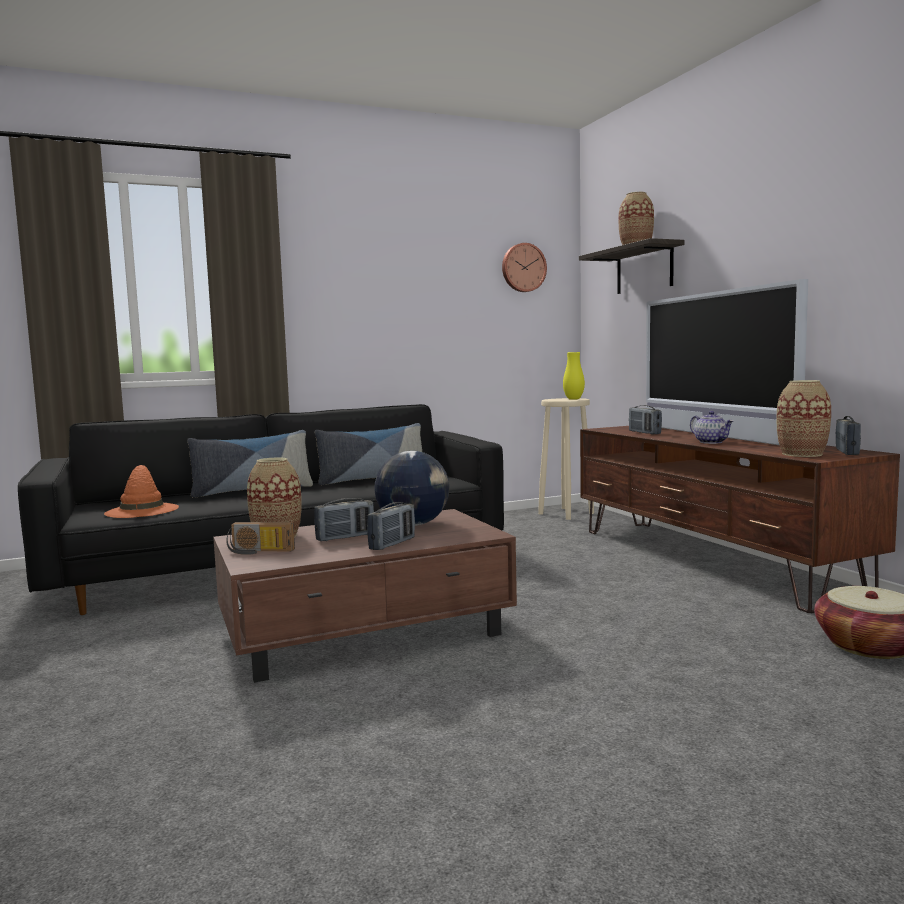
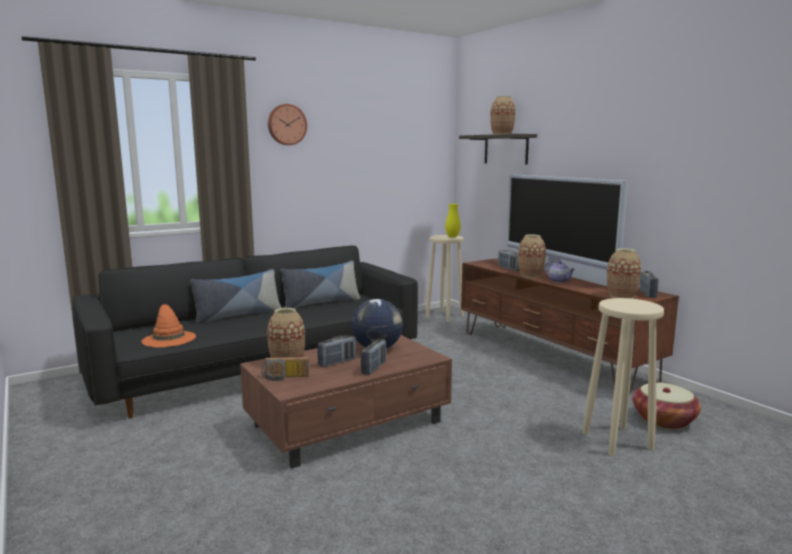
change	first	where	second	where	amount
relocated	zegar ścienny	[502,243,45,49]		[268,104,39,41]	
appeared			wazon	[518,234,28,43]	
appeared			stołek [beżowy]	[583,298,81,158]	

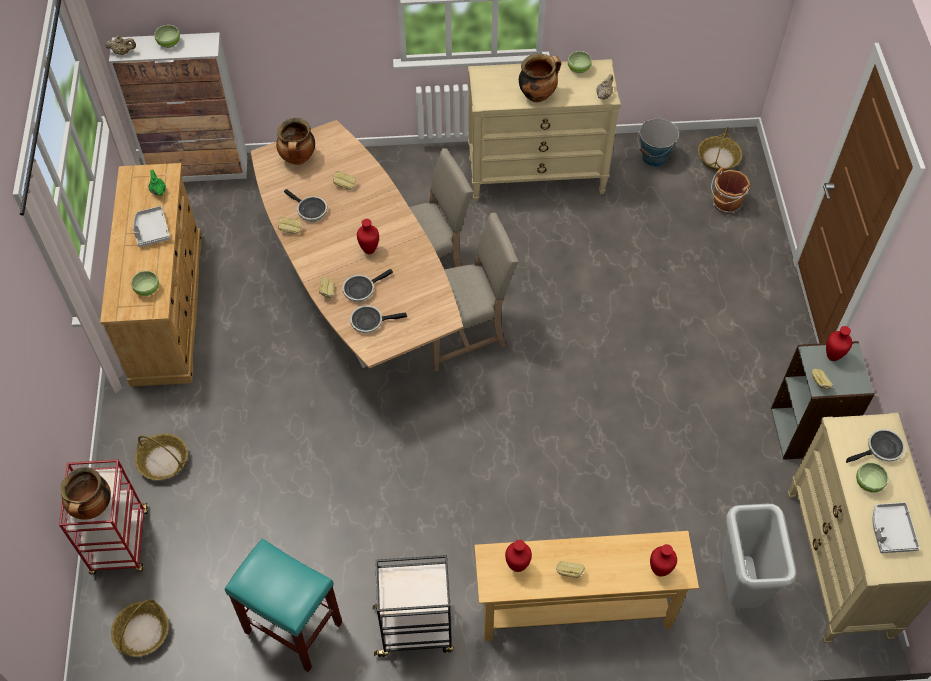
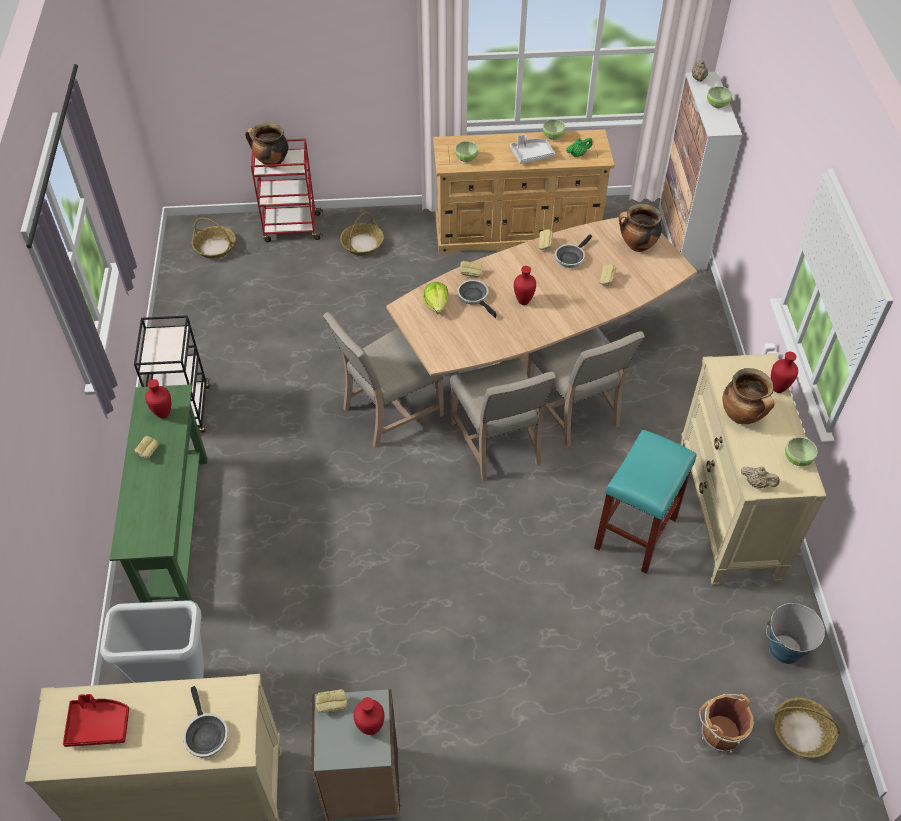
change	first	where	second	where	amount
colour	taca [szary]	[873,502,47,51]	taca [czerwony]	[63,694,66,53]	
colour	stolik konsolowy [beżowy]	[475,531,224,110]	stolik konsolowy [zielony]	[110,384,98,219]	
appeared			krzesło [beżowy]	[323,312,121,135]	
exchanged	patelnia	[350,305,57,28]	sałata	[423,282,26,32]	
relocated	miska [zielony]	[856,462,32,31]		[543,119,23,21]	
relocated	stołek [turkusowy]	[225,539,117,133]		[594,429,103,145]	
relocated	wazon [czerwony]	[650,544,27,32]		[771,352,27,41]	

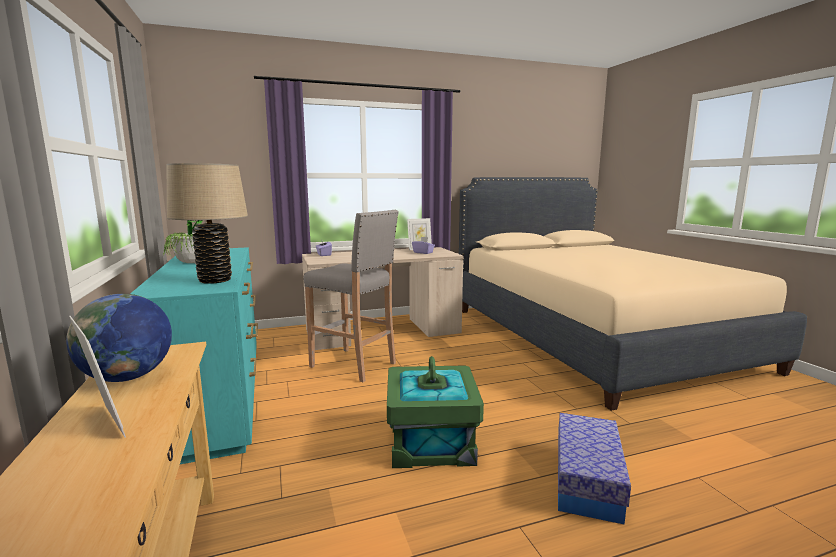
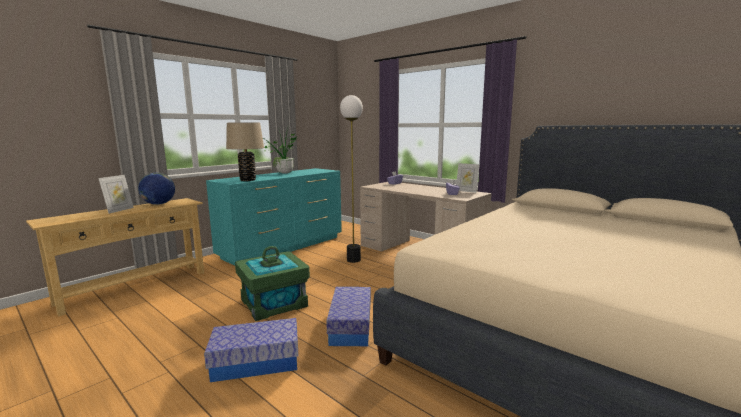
change	first	where	second	where	amount
appeared			pojemnik do przechowywania	[326,287,45,59]	
exchanged	stołek [szary]	[303,210,96,172]	lampa stojąca	[340,95,23,168]	

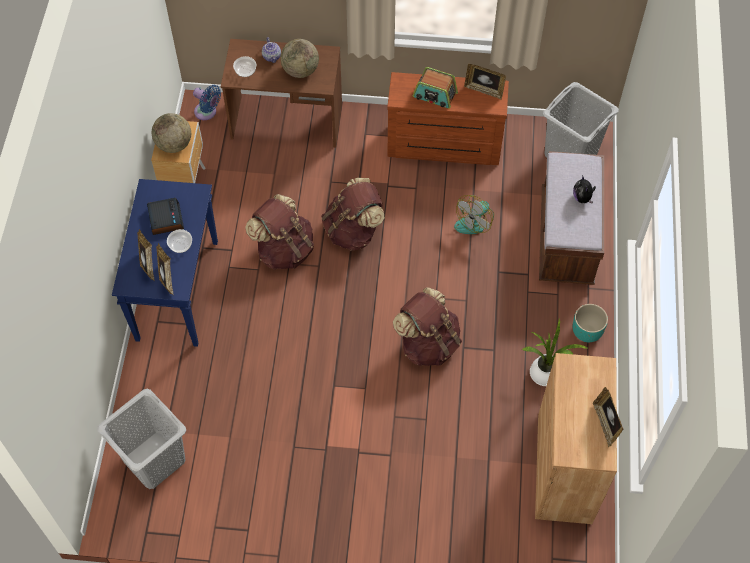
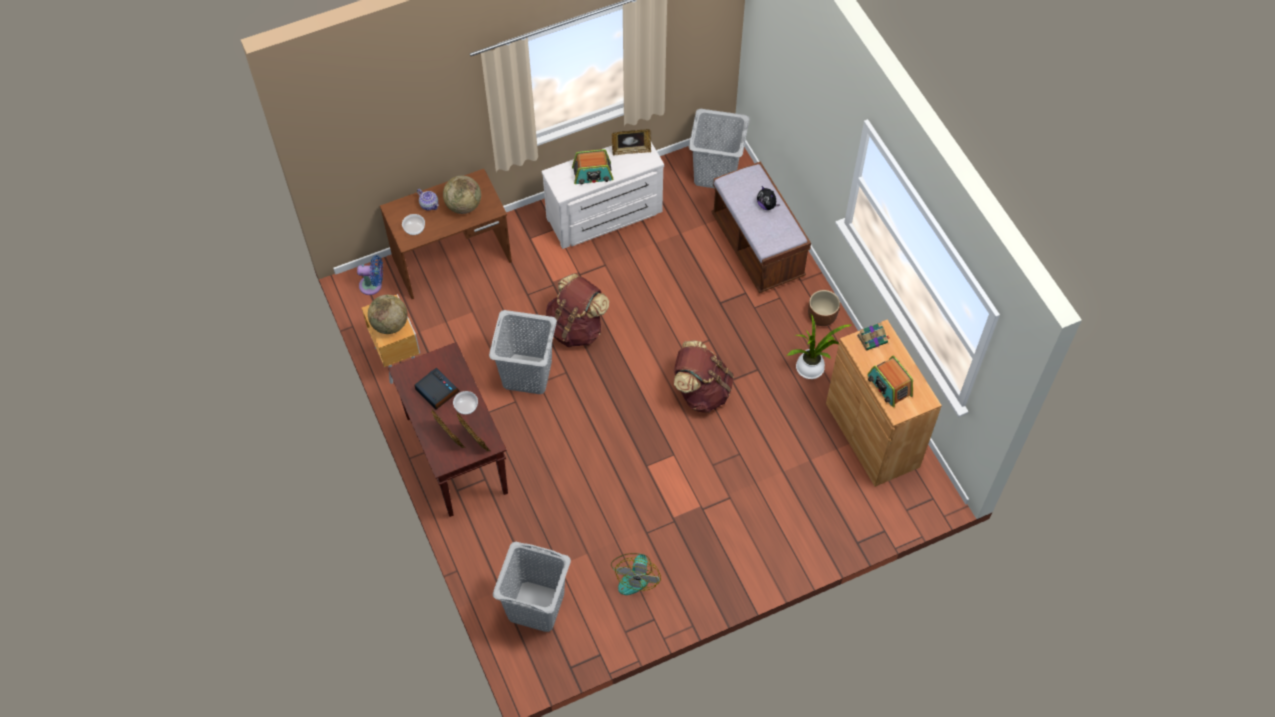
change	first	where	second	where	amount
colour	stolik konsolowy [niebieski]	[112,179,106,168]	stolik konsolowy [brązowy]	[388,342,120,175]	
exchanged	plecak [brązowy]	[245,194,69,76]	kosz na pranie [szary]	[489,310,68,84]	
colour	komoda [brązowy]	[387,72,122,93]	komoda [biały]	[542,142,122,107]	
relocated	wentylator	[454,195,40,39]		[611,553,50,42]	
colour	donica [turkusowy]	[573,304,35,38]	donica [brązowy]	[808,290,32,36]	
appeared			książka	[857,322,32,29]	
appeared			radio	[867,355,46,52]	
missing	ramka na zdjęcie	[593,387,31,60]			

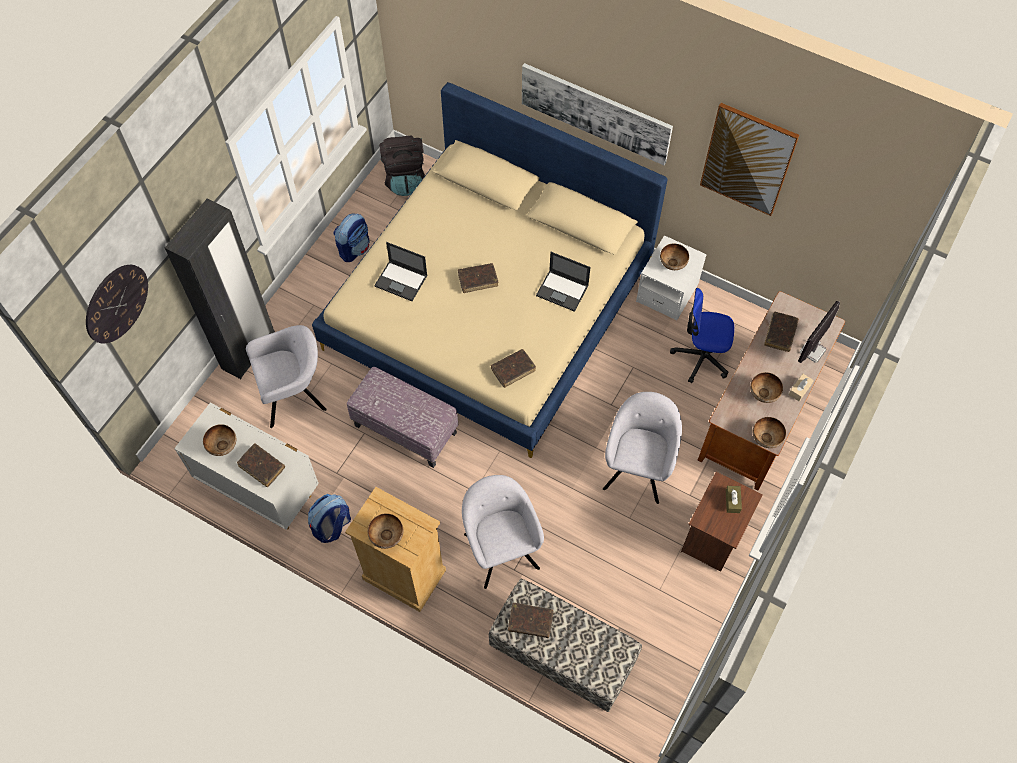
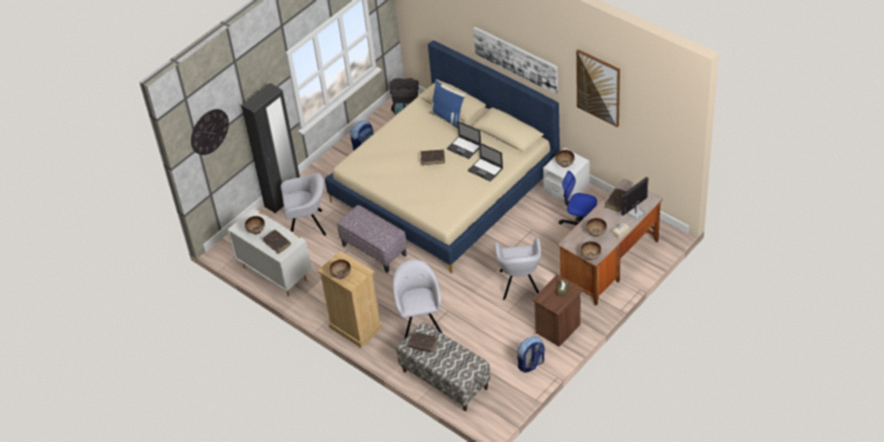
change	first	where	second	where	amount
appeared			poduszka [niebieski]	[429,79,36,50]	
relocated	laptop	[374,242,54,59]		[447,121,34,38]	
spun	fotel [szary]	[603,392,79,112]		[495,238,46,62]	150 degrees clockwise
relocated	plecak	[308,494,43,49]		[517,336,28,37]	
missing	książka [brązowy]	[491,349,45,39]			

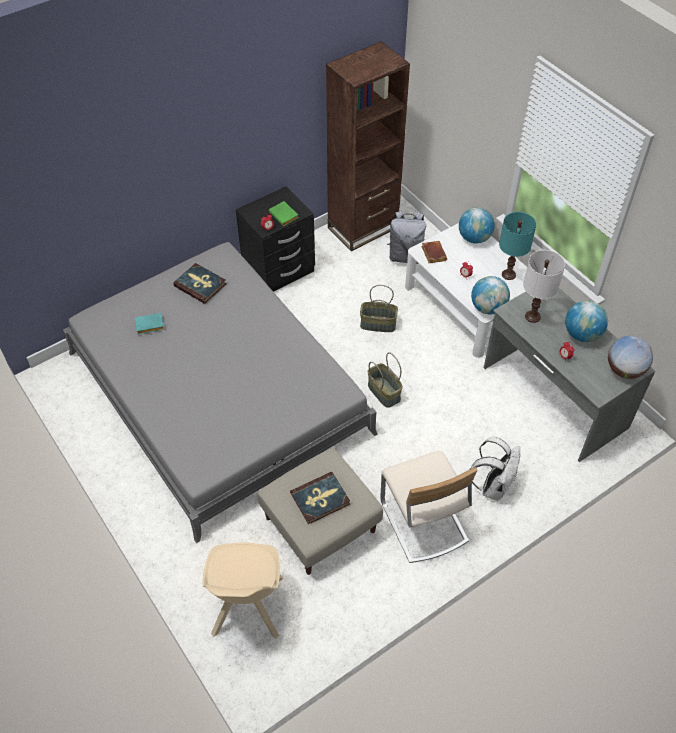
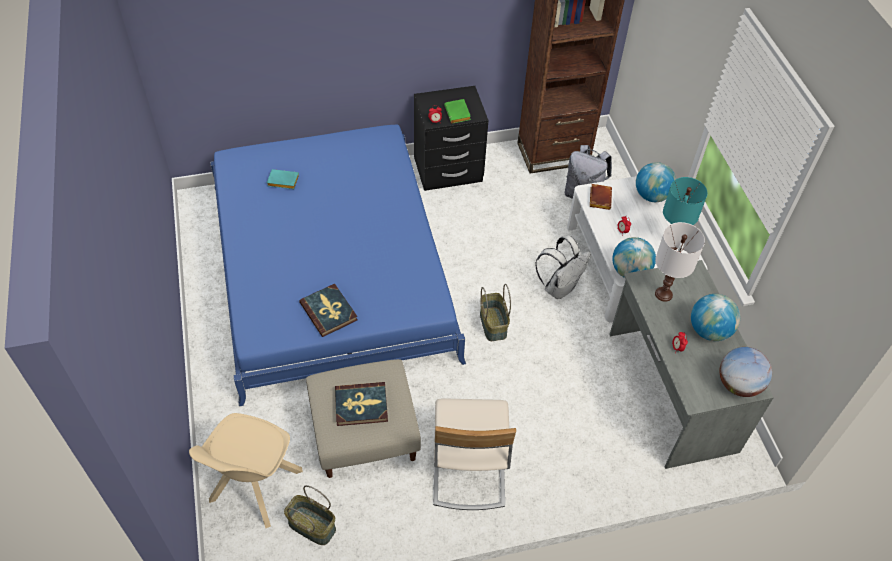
change	first	where	second	where	amount
colour	łóżko [szary]	[63,242,315,301]	łóżko [niebieski]	[210,125,256,282]	
relocated	koszyk	[360,285,38,47]		[284,485,52,60]	
relocated	książka	[173,263,53,41]		[299,284,58,53]	
relocated	plecak [biały]	[469,437,51,63]		[536,235,55,64]	

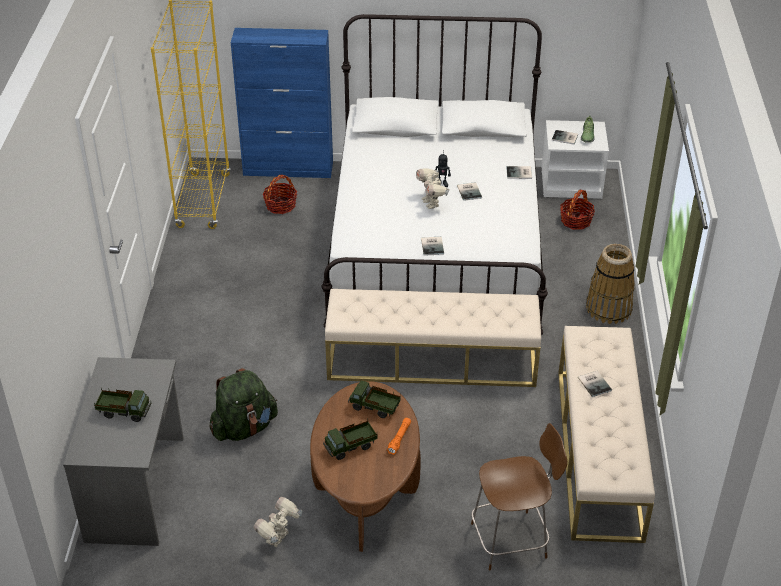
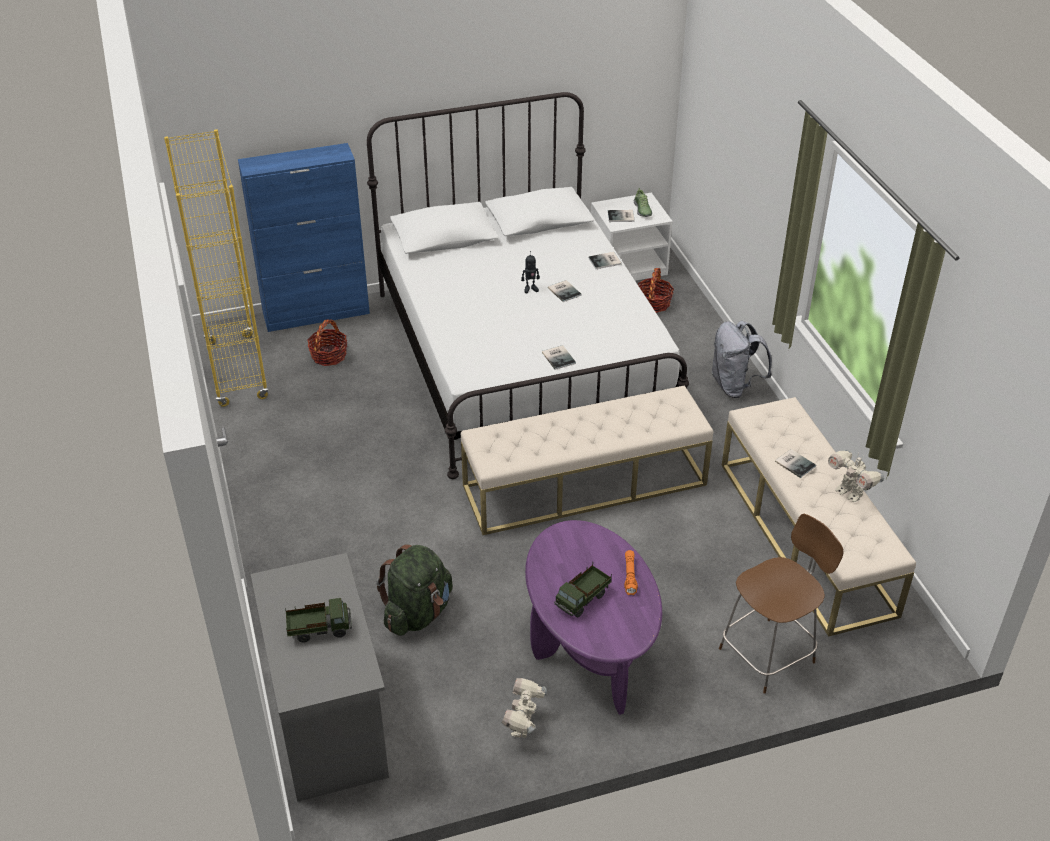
change	first	where	second	where	amount
colour	ława [brązowy]	[310,381,111,171]	ława [fioletowy]	[525,520,137,195]	
exchanged	koszyk	[586,244,49,80]	plecak [szary]	[711,321,61,77]	
relocated	robot zabawkowy	[416,168,34,41]		[828,450,57,52]	
missing	ciężarówka zabawkowa	[348,380,53,38]			

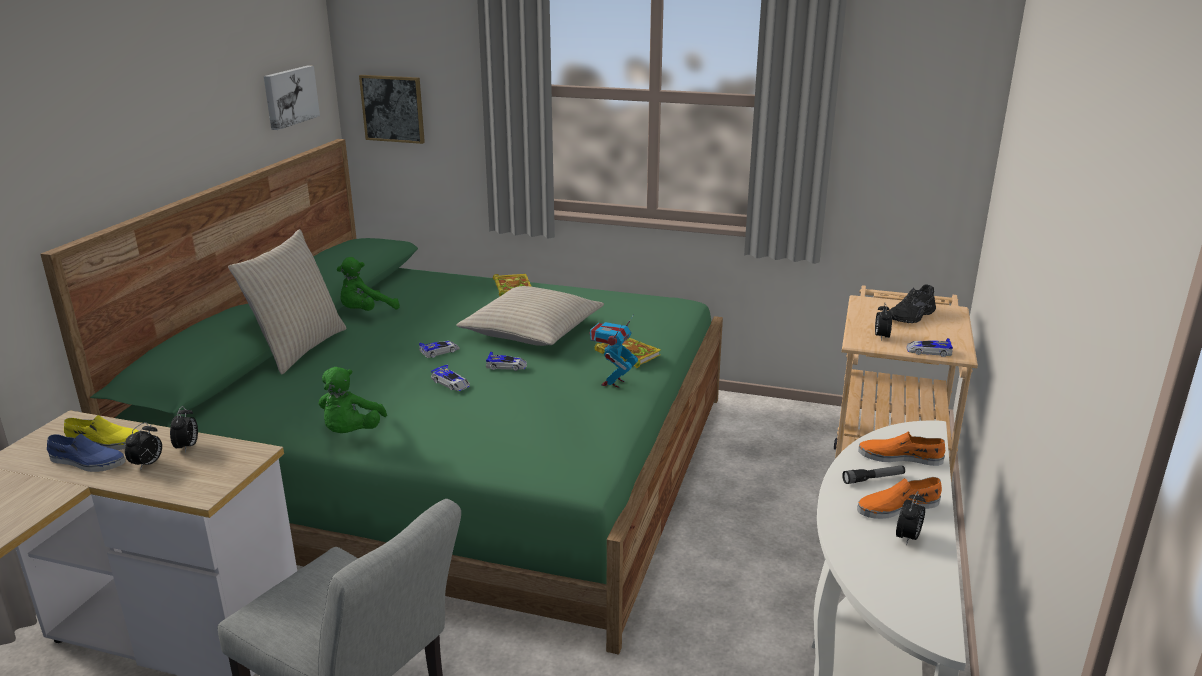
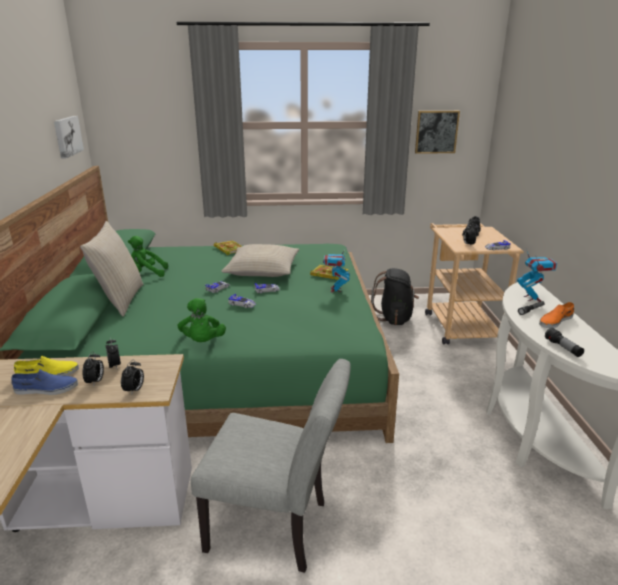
change	first	where	second	where	amount
relocated	budzik	[896,491,30,55]		[121,359,23,37]	
spun	pluszak [zielony]	[337,257,63,54]		[128,236,40,41]	60 degrees clockwise
appeared			plecak [czarny]	[371,268,48,57]	
relocated	obraz	[359,75,66,69]		[415,111,45,43]	
exchanged	but [pomarańczowy]	[858,431,87,35]	robot zabawkowy	[517,250,40,51]	
appeared			latarka	[545,328,39,29]	

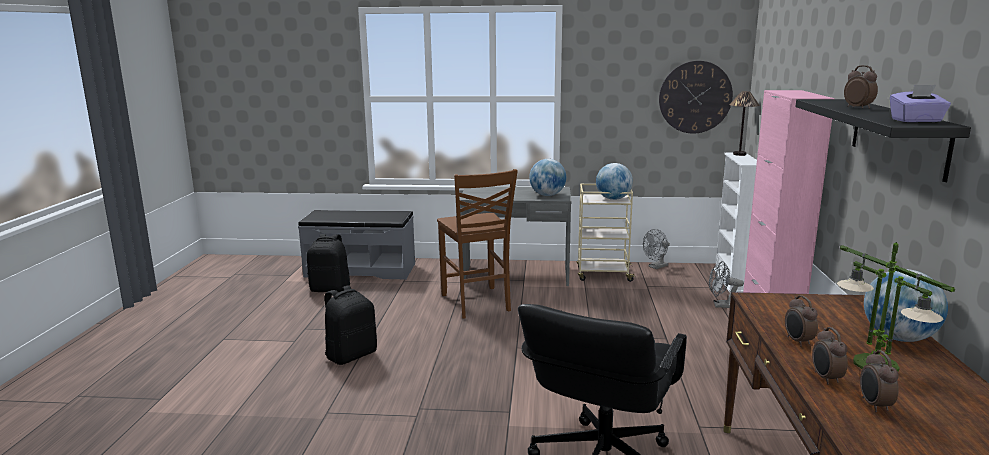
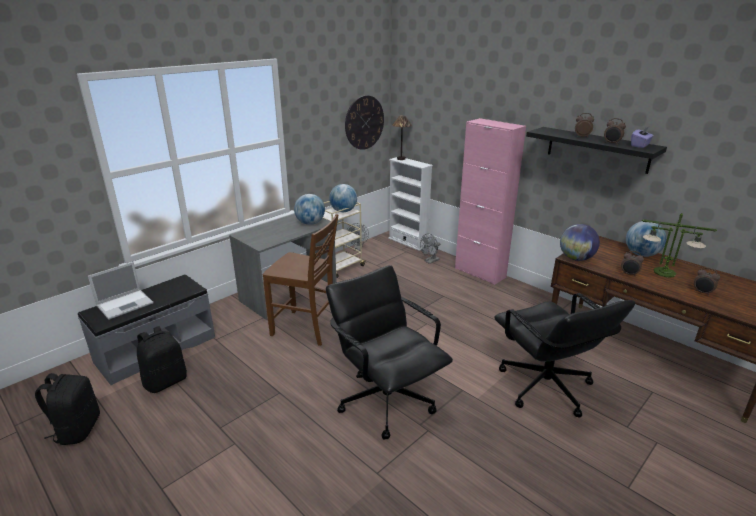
change	first	where	second	where	amount
relocated	plecak [czarny]	[324,286,53,79]		[35,373,65,72]	
appeared			laptop	[88,262,65,58]	
appeared			krzesło biurowe [czarny]	[326,265,127,174]	
appeared			globus	[560,224,40,37]	
relocated	budzik	[812,327,36,58]		[604,118,22,27]	

